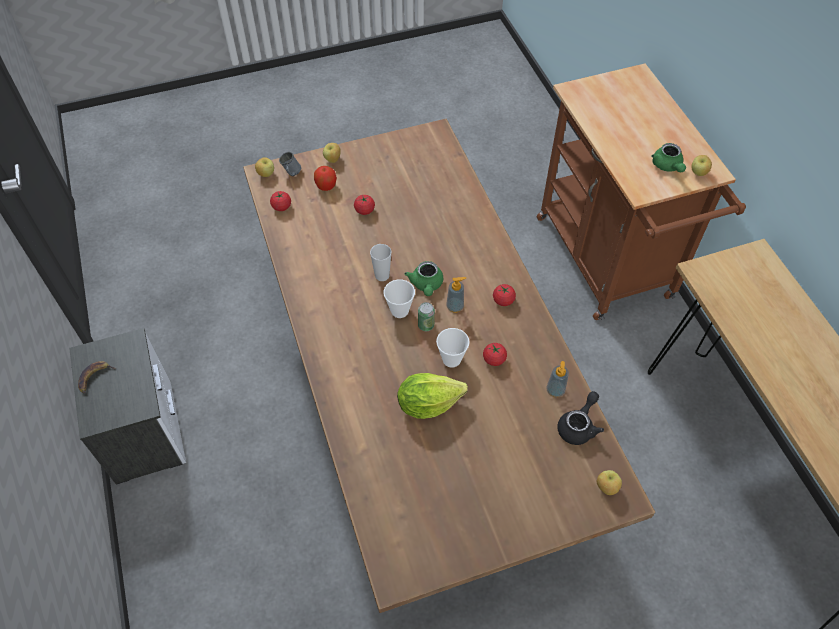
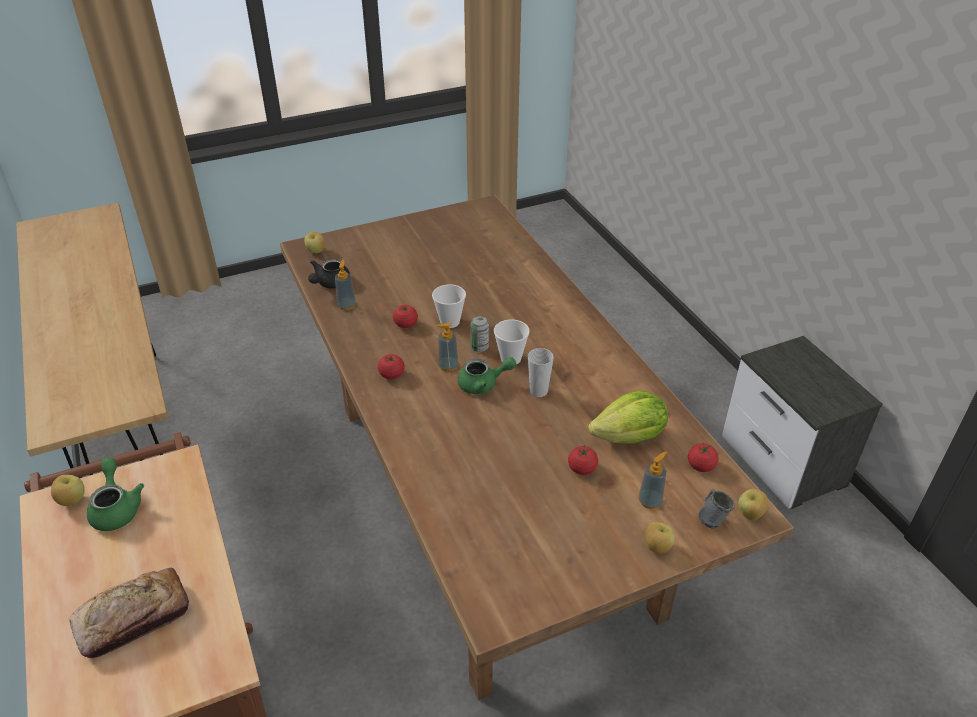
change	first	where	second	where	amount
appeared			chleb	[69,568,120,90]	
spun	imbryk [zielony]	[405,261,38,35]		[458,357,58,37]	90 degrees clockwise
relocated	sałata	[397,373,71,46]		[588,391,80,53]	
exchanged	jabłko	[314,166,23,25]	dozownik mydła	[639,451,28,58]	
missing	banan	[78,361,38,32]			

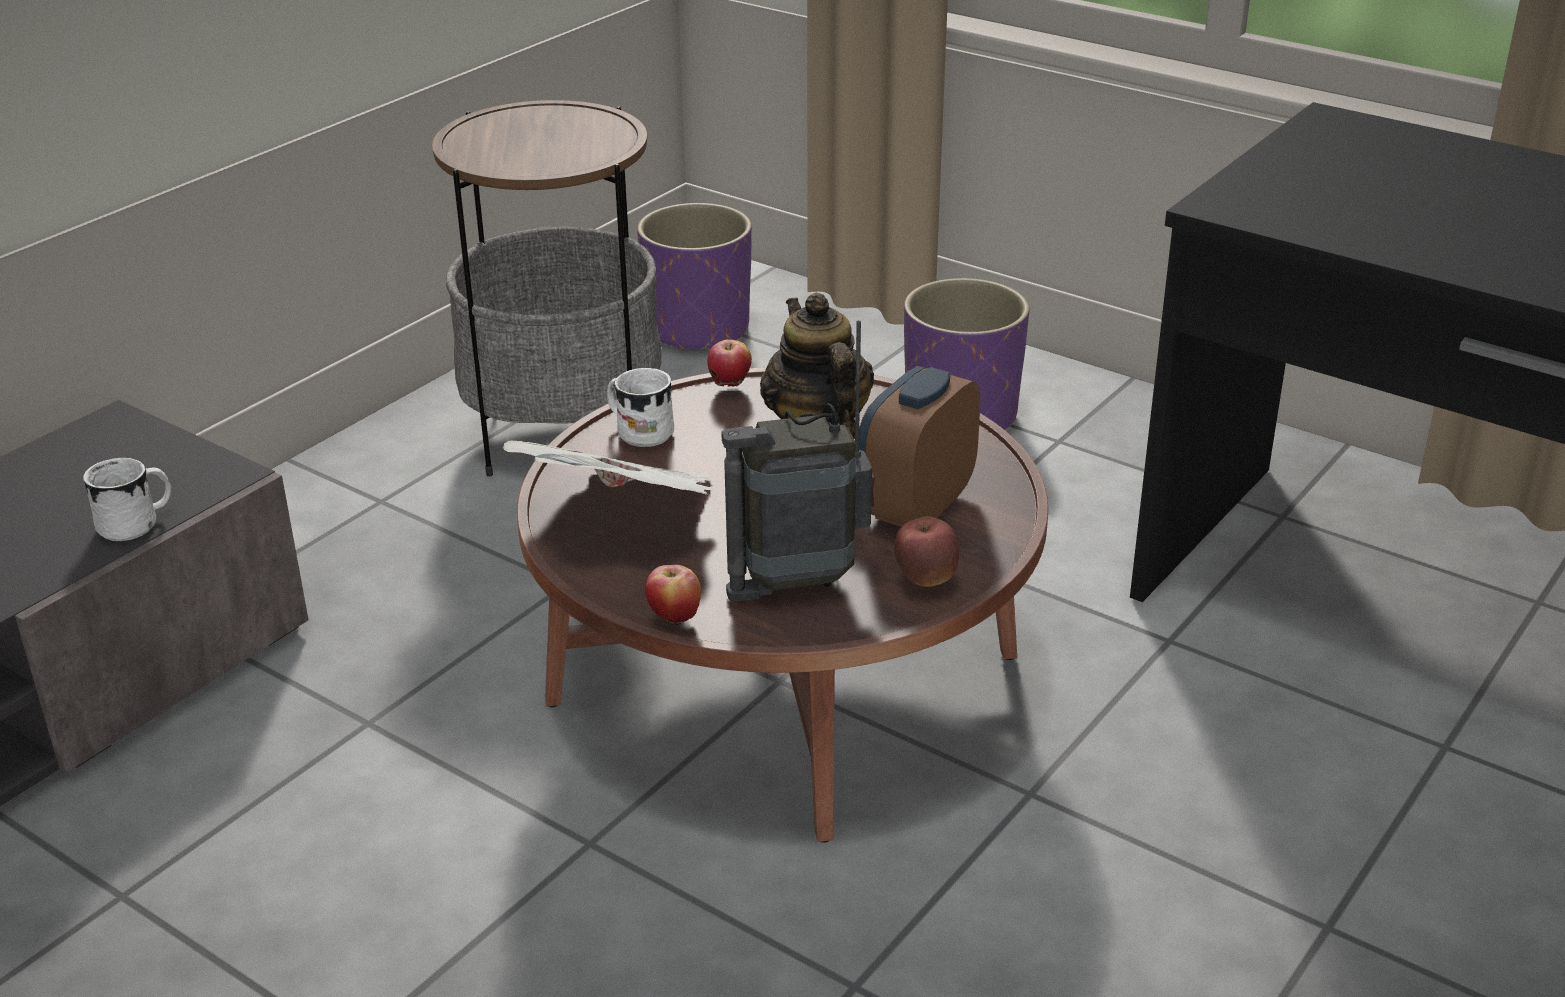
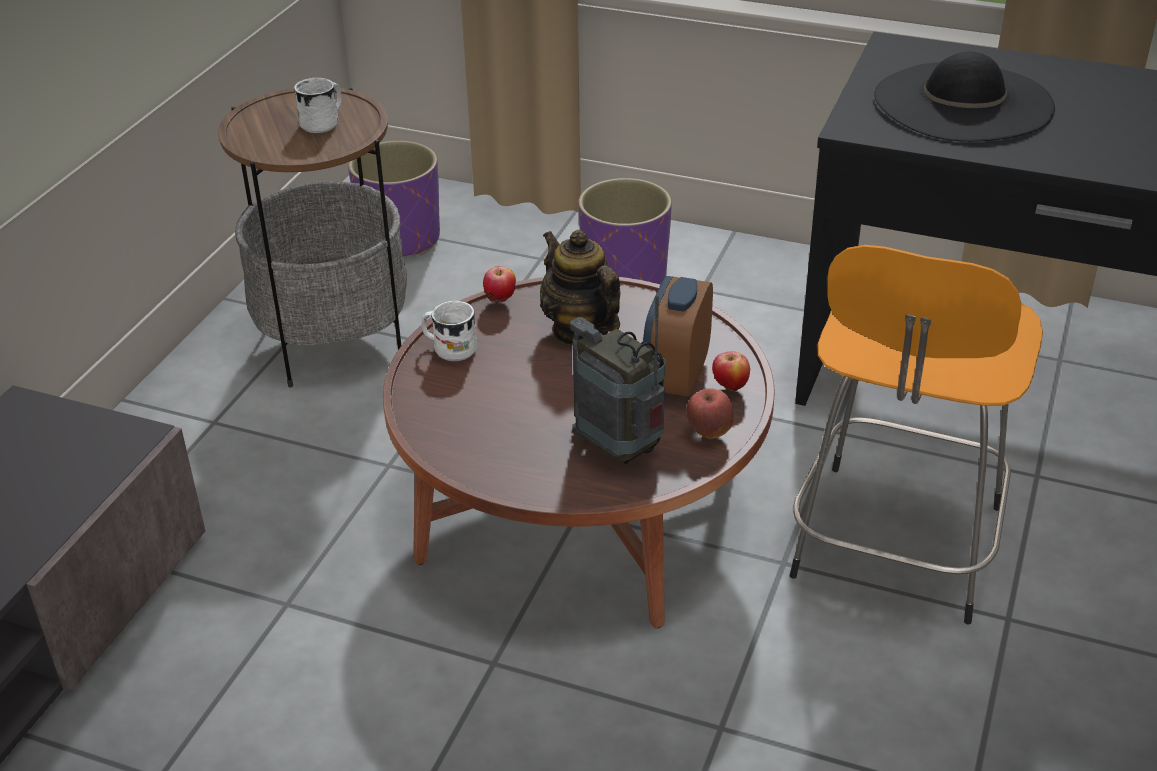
change	first	where	second	where	amount
relocated	kubek [biały]	[83,458,88,83]		[294,78,48,55]	
spun	radio	[721,320,154,282]		[570,295,96,169]	75 degrees clockwise
relocated	jabłko	[645,565,56,61]		[712,351,38,40]	
appeared			stołek [pomarańczowy]	[790,245,253,380]	
appeared			kapelusz [czarny]	[874,51,181,91]	
missing	gazeta	[503,441,212,53]			

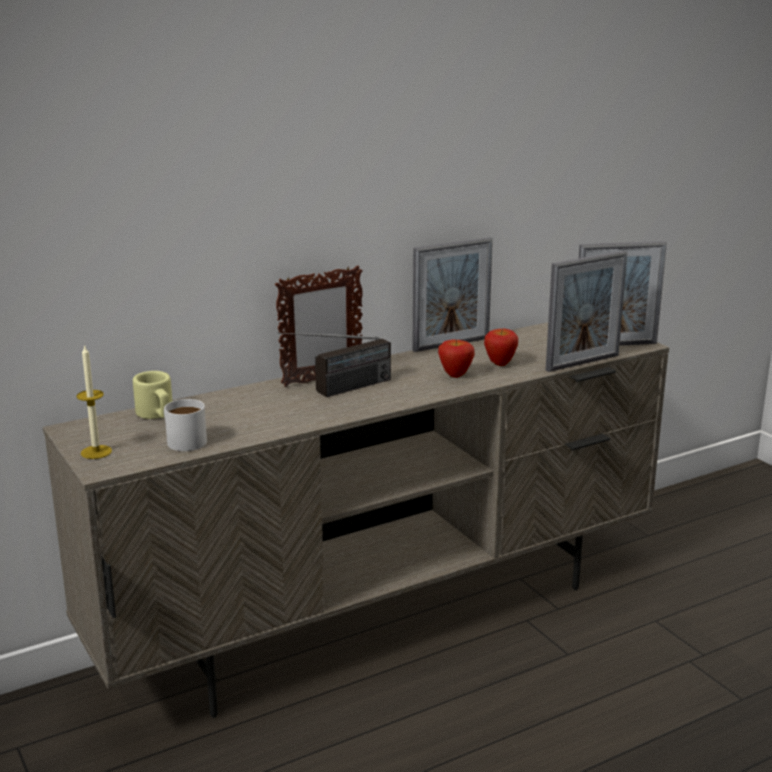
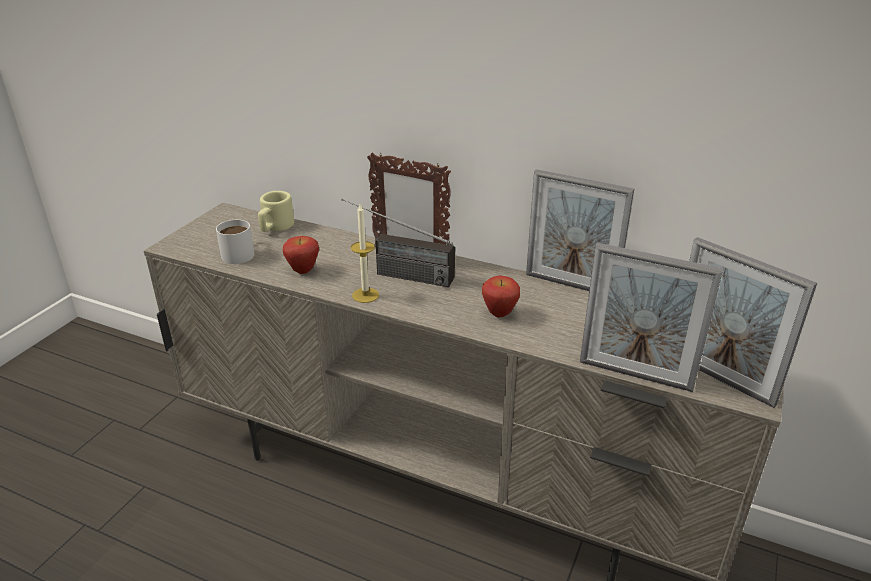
change	first	where	second	where	amount
relocated	jabłko	[484,328,34,38]		[283,236,36,38]	
relocated	świeca	[77,344,35,115]		[351,204,28,99]	

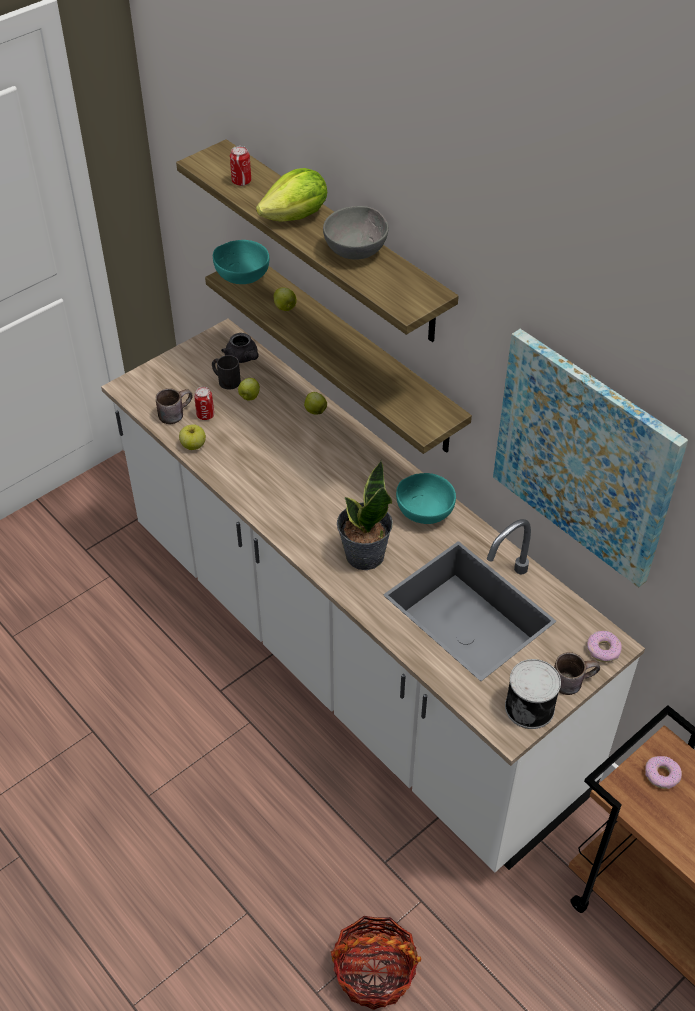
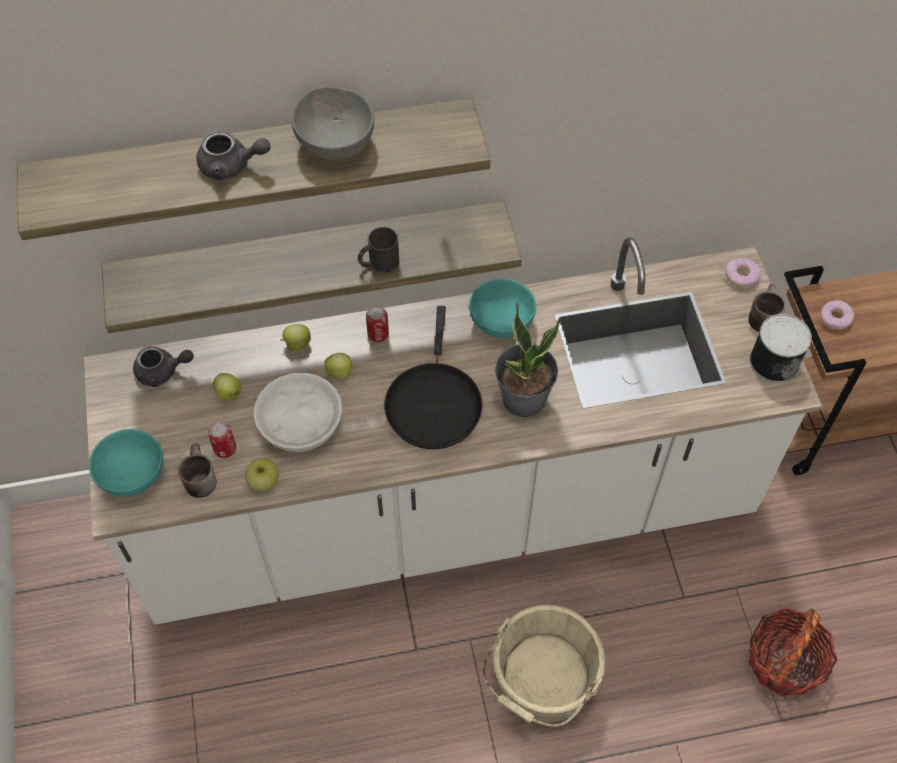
change	first	where	second	where	amount
relocated	miska [turkusowy]	[213,240,56,44]		[89,429,74,68]	
exchanged	sałata	[256,168,71,53]	imbryk [szary]	[197,130,73,50]	
appeared			miska [biały]	[254,373,88,79]	
relocated	jabłko	[274,287,23,24]		[324,353,31,26]	
relocated	kubek [czarny]	[212,355,29,35]		[358,227,41,46]	
relocated	puszka	[230,146,21,40]		[366,305,23,37]	
appeared			patelnia [czarny]	[384,306,98,143]	
appeared			wiadro [beżowy]	[483,605,122,122]	
missing	obraz	[493,329,195,259]			

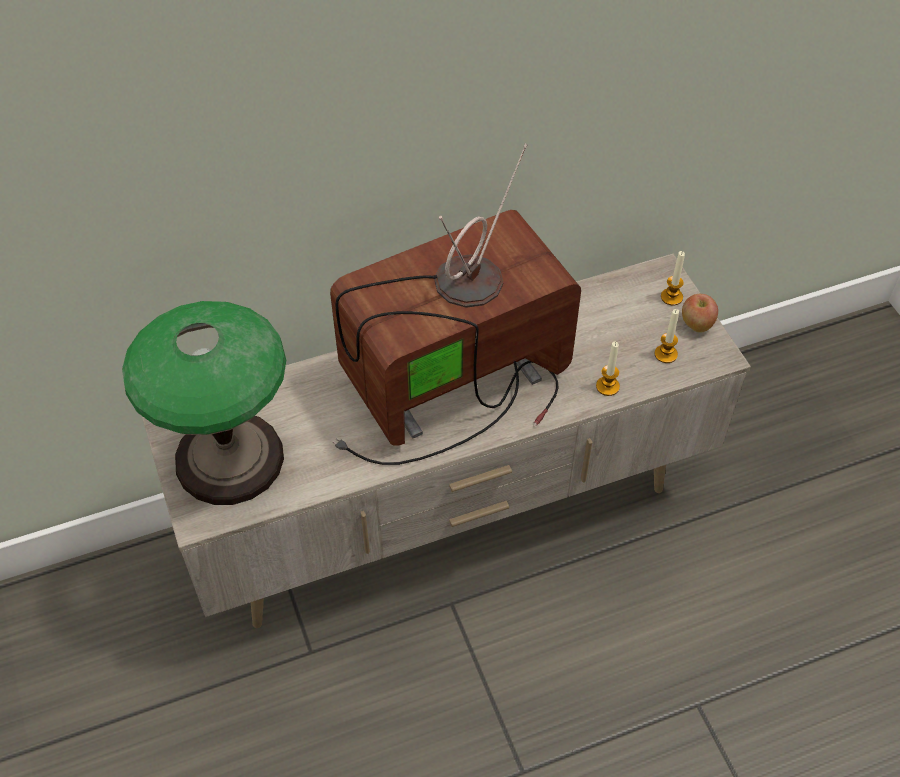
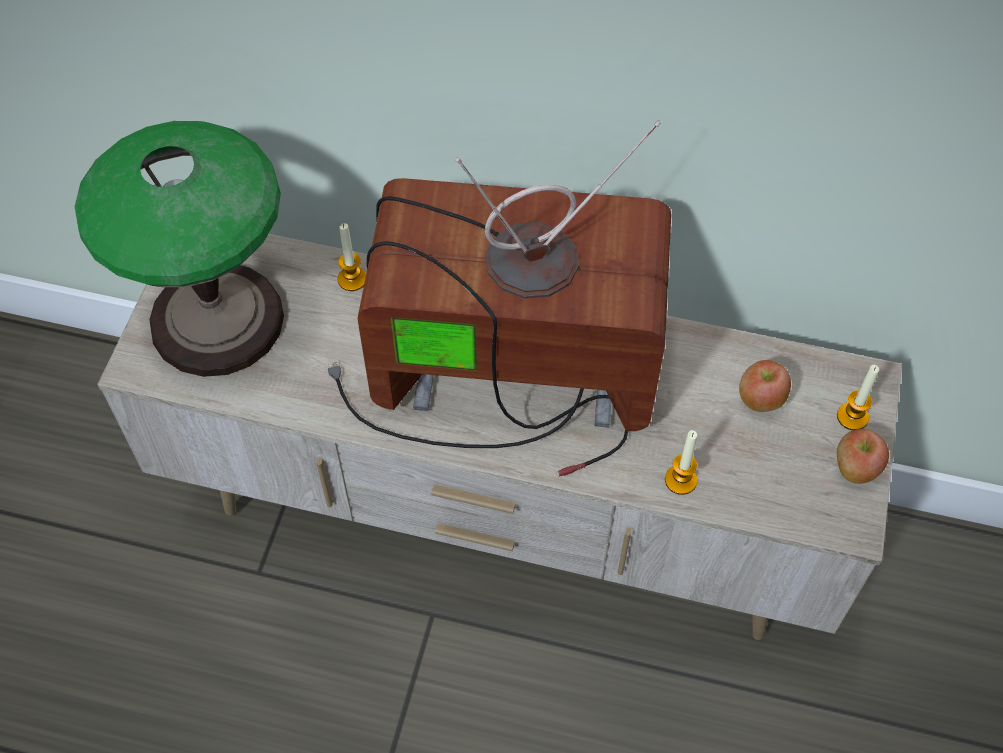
change	first	where	second	where	amount
relocated	świeca	[654,309,25,54]		[338,223,28,68]	
appeared			jabłko	[739,360,52,52]	

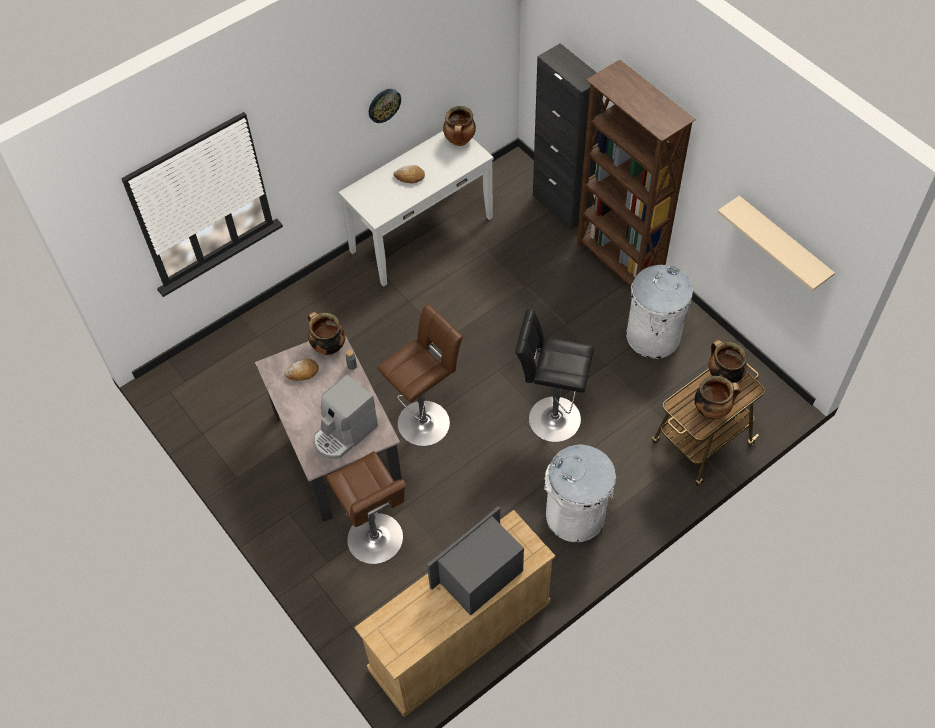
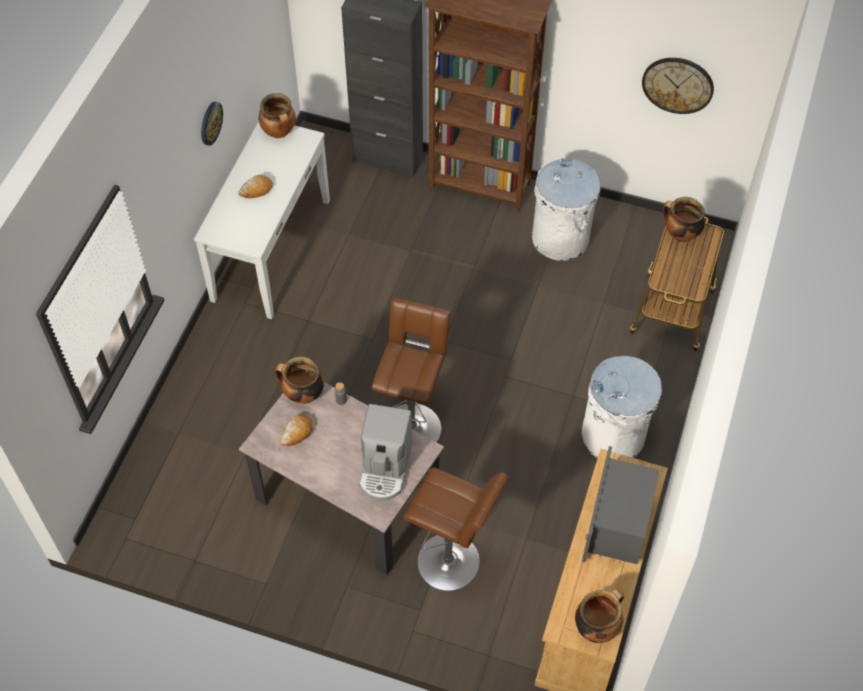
change	first	where	second	where	amount
relocated	garnek	[695,376,45,43]		[575,589,49,54]	
exchanged	półka [beżowy]	[718,196,117,95]	zegar ścienny	[642,58,72,56]	
missing	stołek [czarny]	[515,309,79,133]			

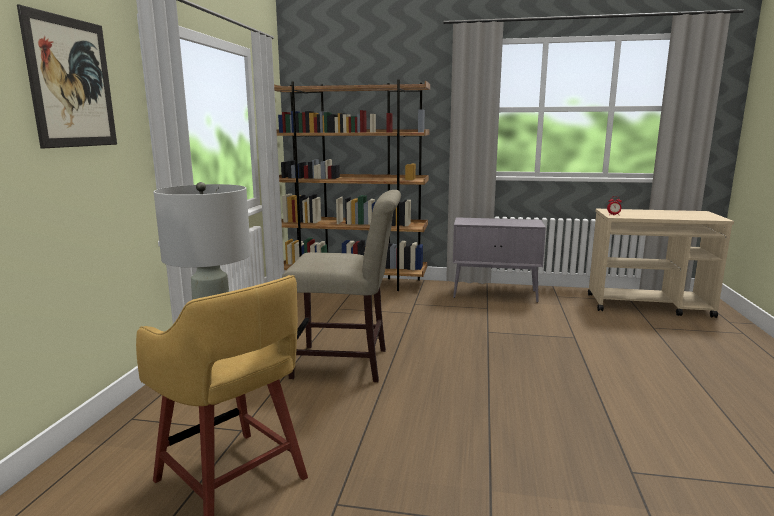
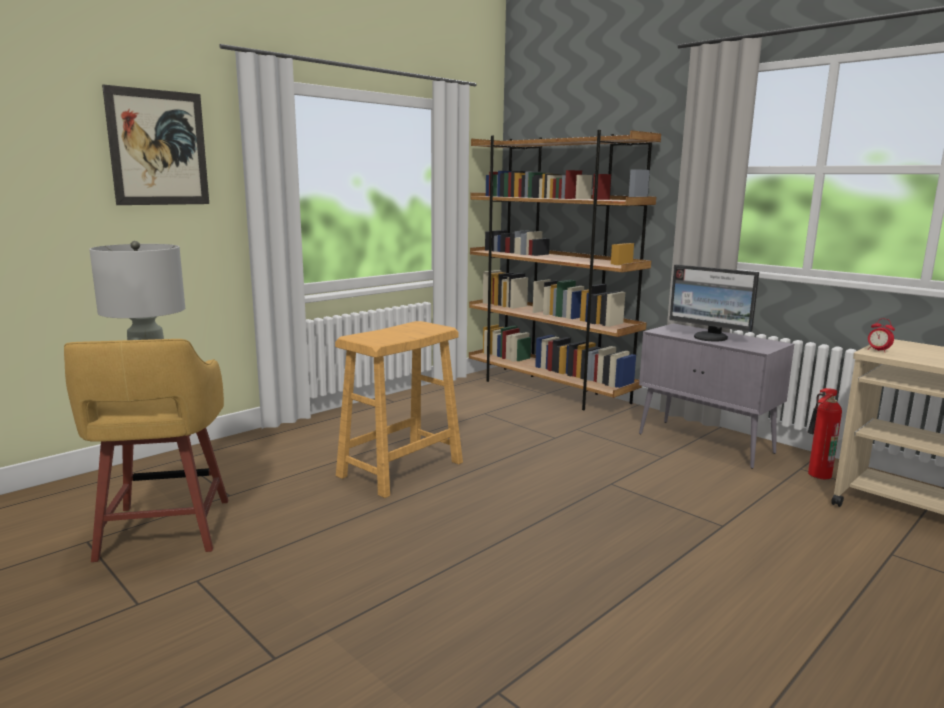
change	first	where	second	where	amount
exchanged	krzesło [beżowy]	[282,190,119,192]	stołek [beżowy]	[335,321,128,177]	
appeared			monitor	[669,265,90,76]	
appeared			gaśnica	[808,388,34,91]	

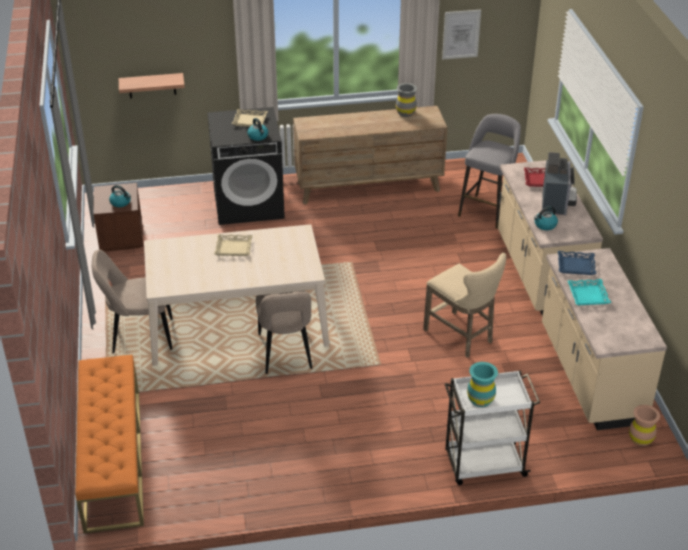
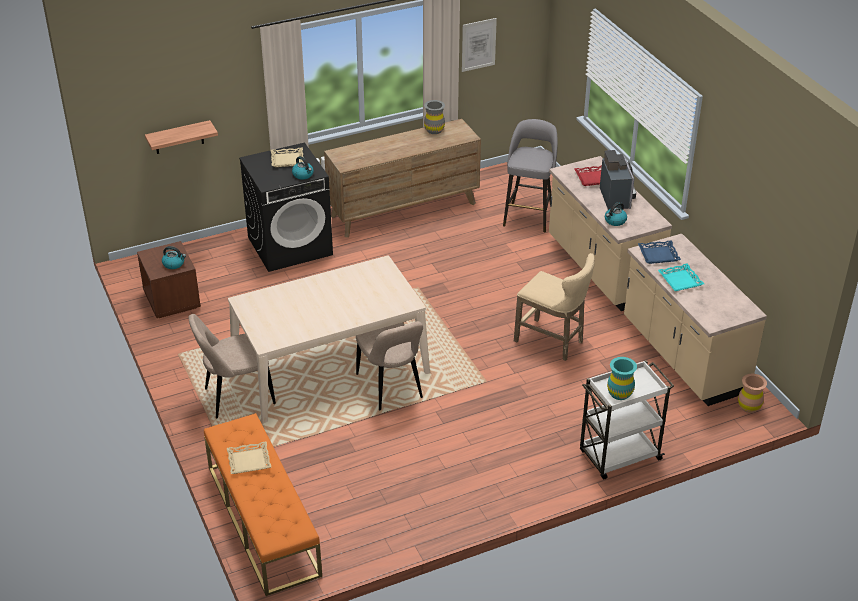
change	first	where	second	where	amount
relocated	taca [beżowy]	[214,234,39,22]		[227,442,44,32]	

